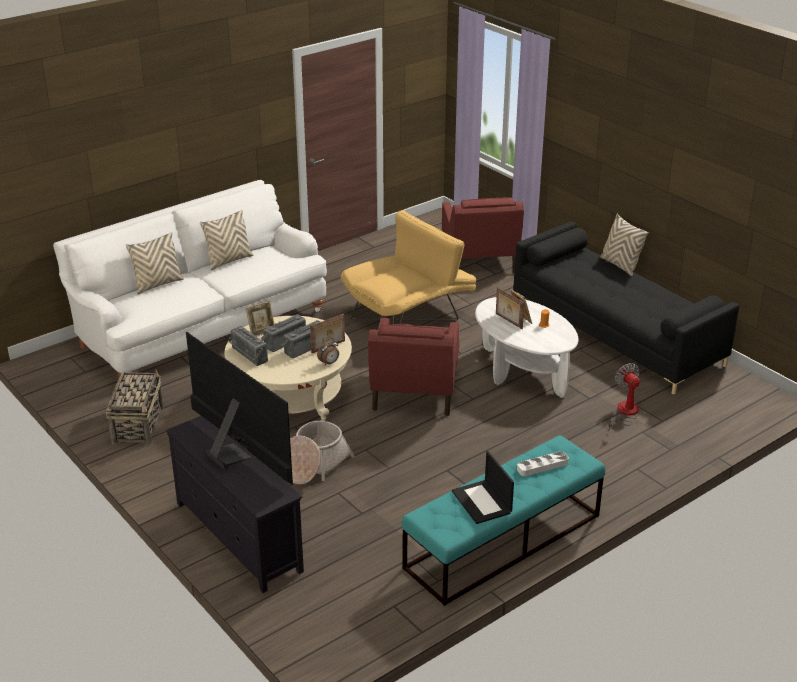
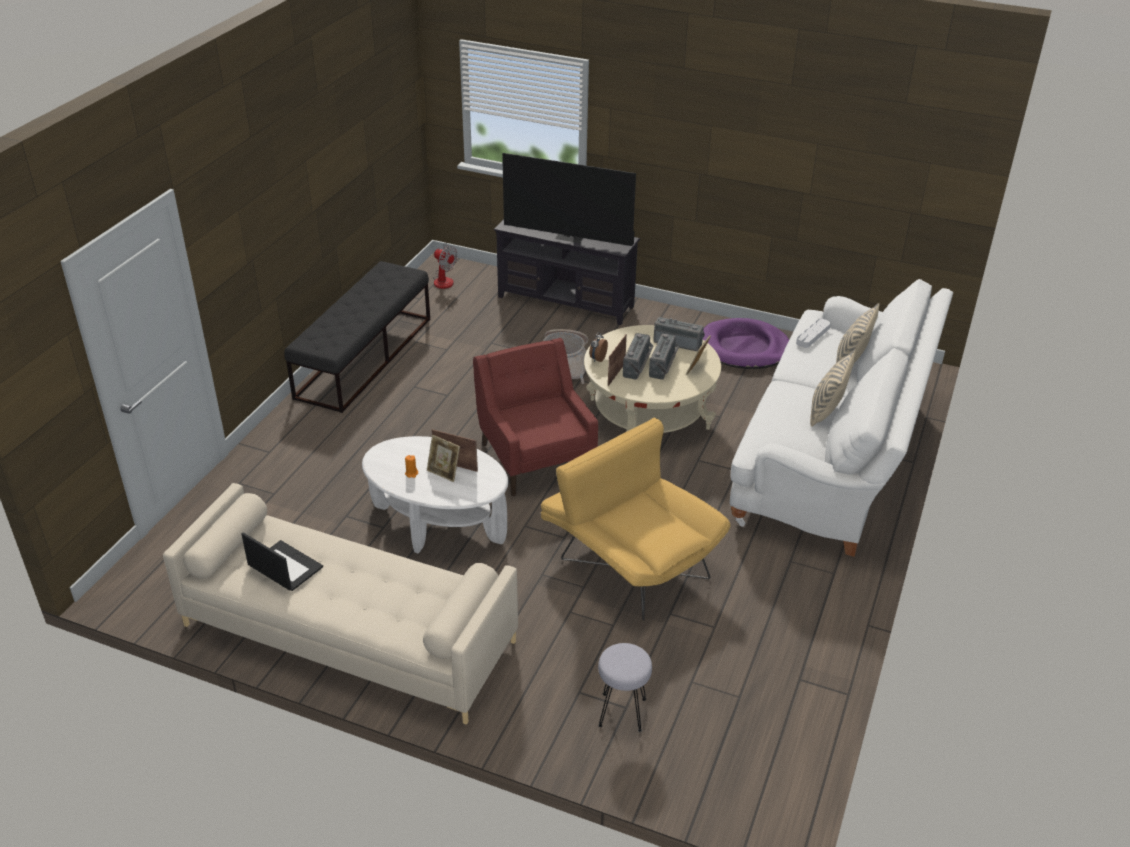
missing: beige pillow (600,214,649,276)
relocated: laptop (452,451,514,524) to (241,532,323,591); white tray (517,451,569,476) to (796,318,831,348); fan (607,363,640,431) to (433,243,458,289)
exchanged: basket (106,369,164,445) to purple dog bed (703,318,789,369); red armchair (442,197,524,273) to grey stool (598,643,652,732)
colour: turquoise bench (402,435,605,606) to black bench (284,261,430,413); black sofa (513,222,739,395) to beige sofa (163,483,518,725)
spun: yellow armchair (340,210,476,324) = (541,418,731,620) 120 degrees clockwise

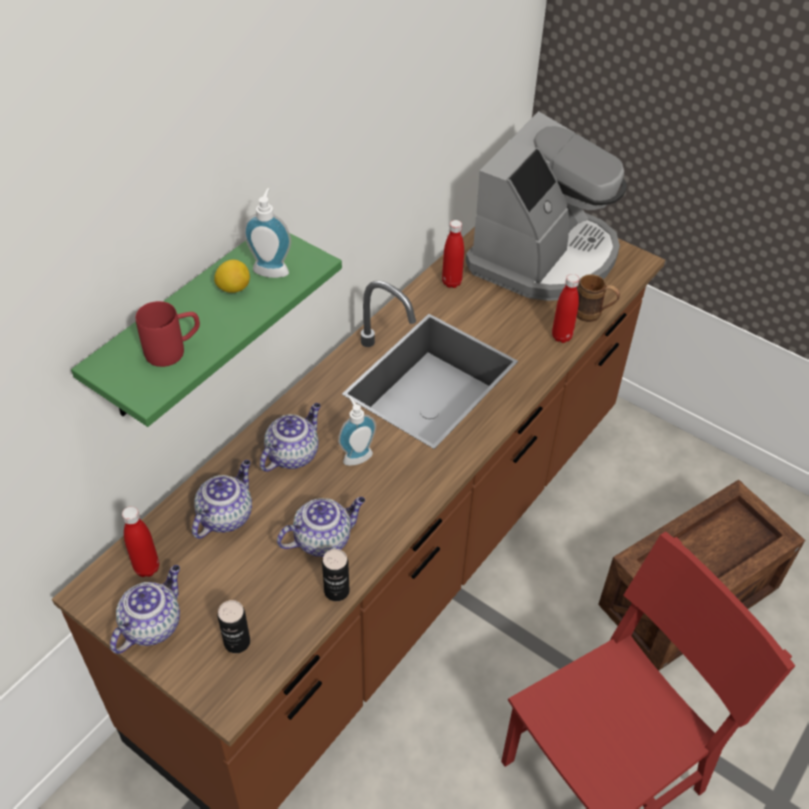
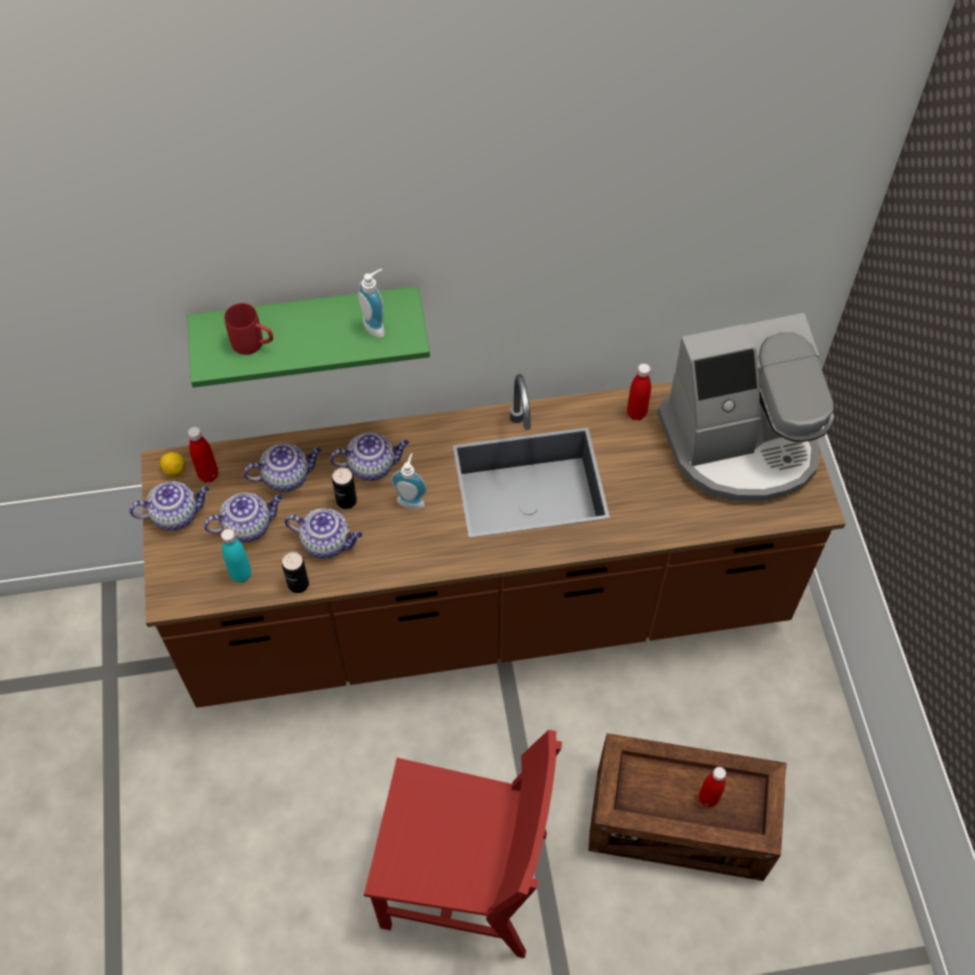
missing: brown mug (577,274,620,322)
appeared: teapot (204,492,283,542); turquoise bottle (221,529,251,583)
relocated: lemon (214,260,250,293) to (160,452,185,477); can (218,600,250,653) to (332,467,357,509); red bottle (552,274,579,343) to (699,767,726,808)

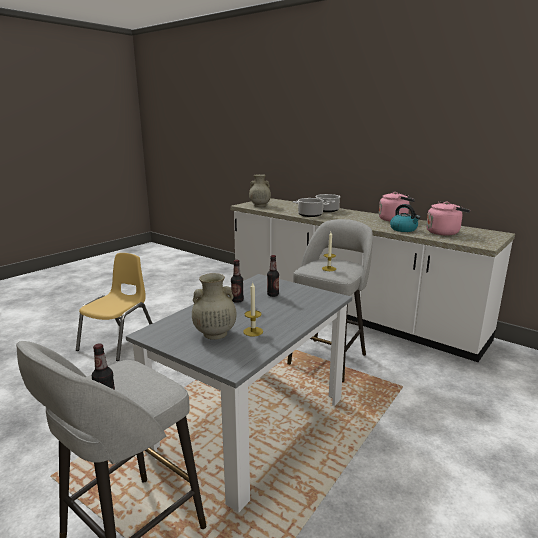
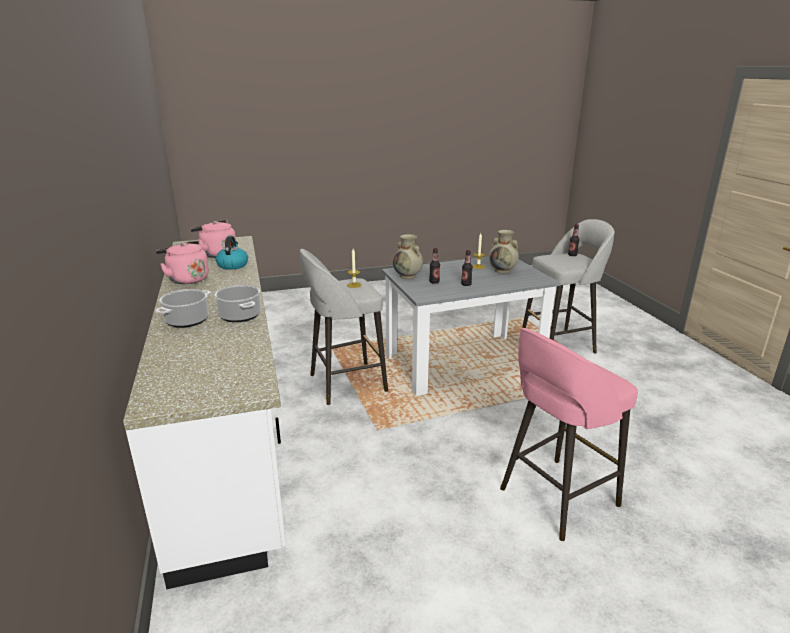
relocated: beige vase (249,174,271,207) to (393,234,423,279)
exchanged: yellow chair (76,253,153,361) to pink stool (500,328,638,541)

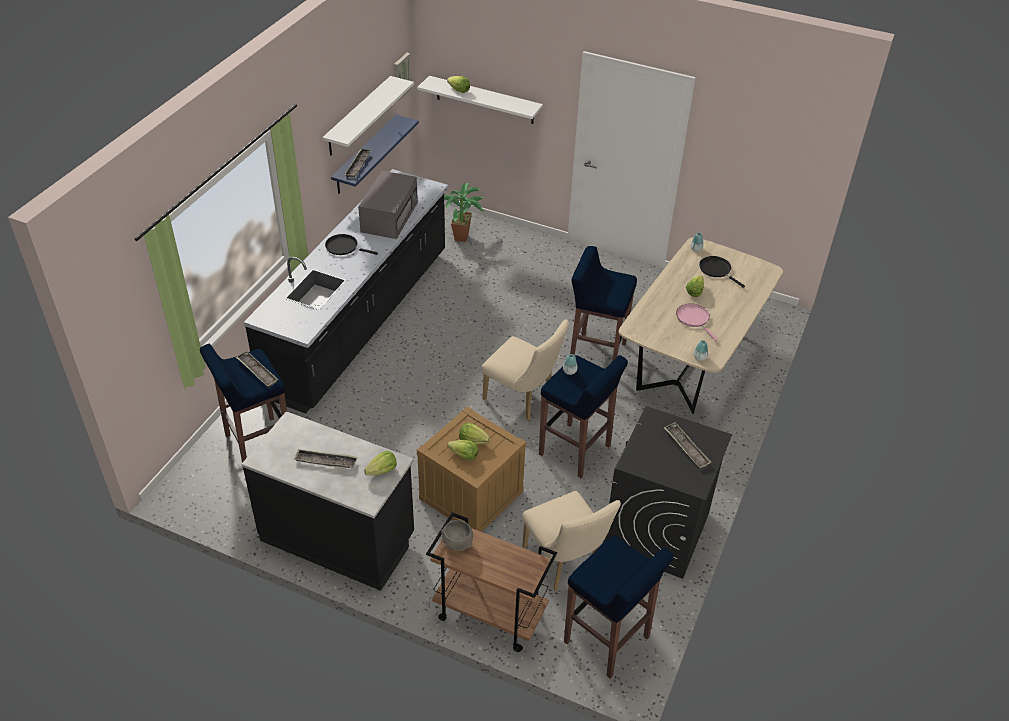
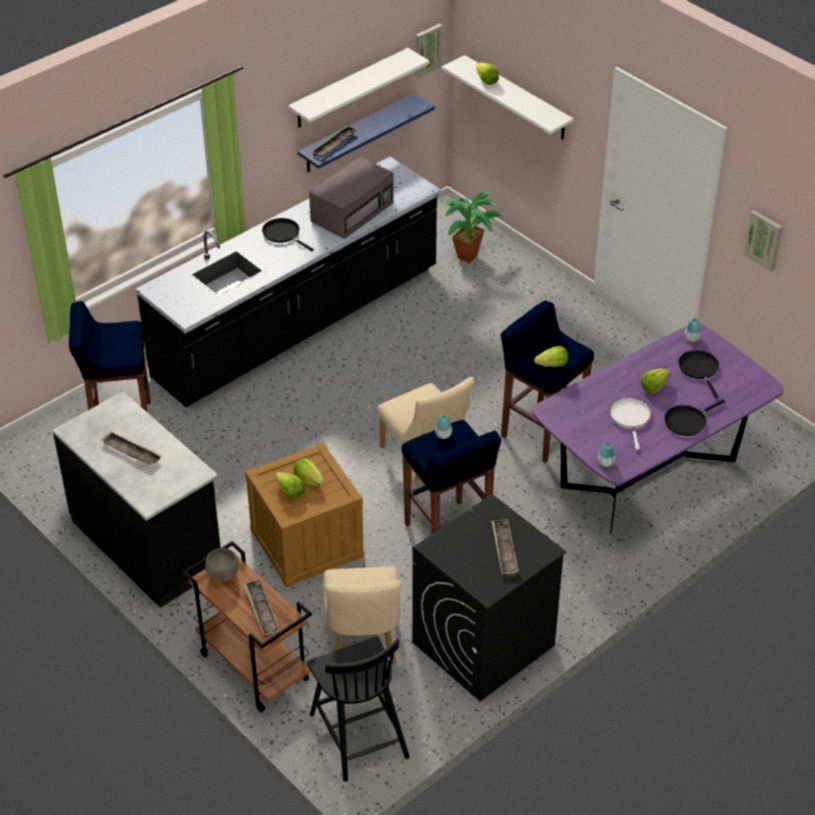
appeared: black frying pan (664,399,725,436); picture (743,210,783,271)
relocated: tray (236,350,278,388) to (244,579,280,637); lettuce (364,451,397,475) to (534,346,568,367)
exchanged: blue stool (564,536,674,679) to black chair (307,637,410,782)
colour: beige dining table (619,238,783,414) to purple dining table (532,324,784,533); pink frying pan (676,303,718,341) to white frying pan (609,398,651,450)

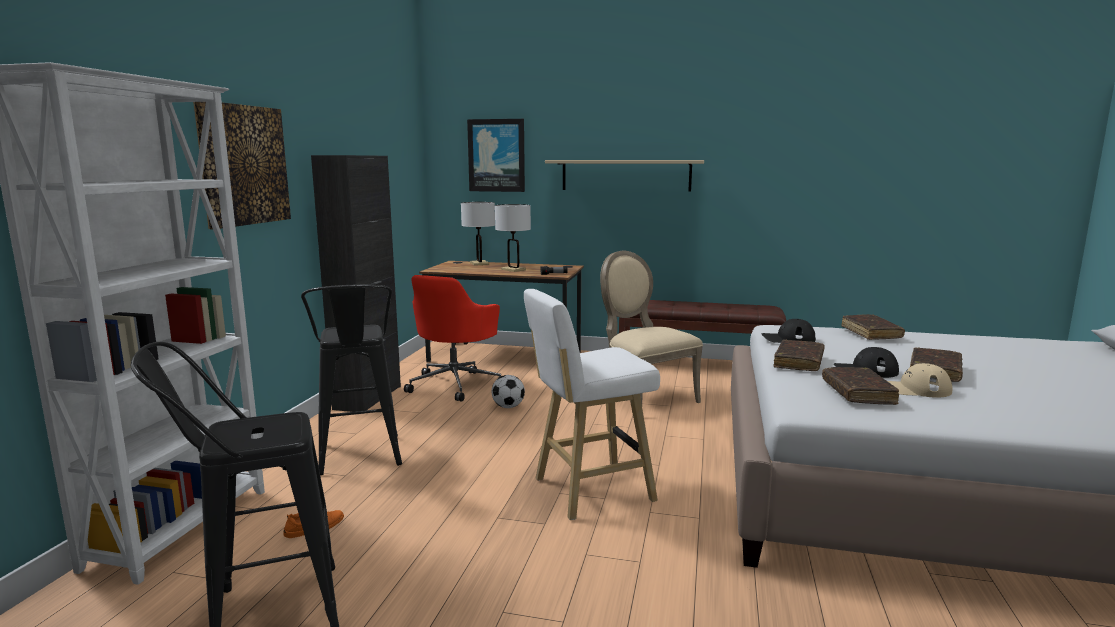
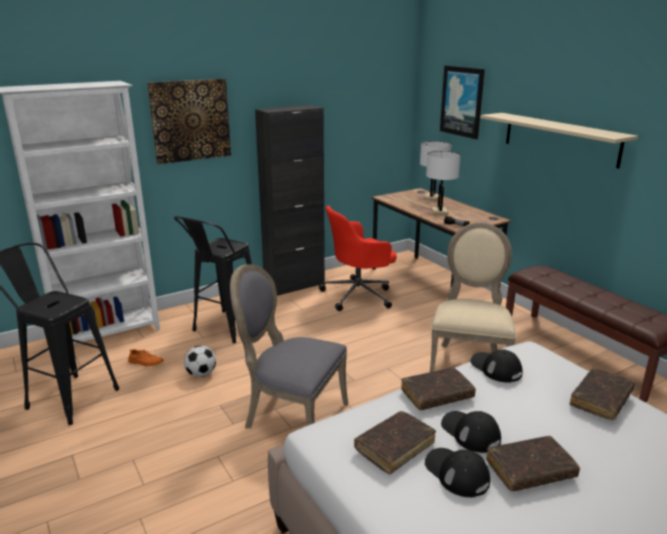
relocated: football (491,375,525,408) to (184,345,216,377)
exchanged: white stool (524,289,660,520) to grey chair (230,264,348,429)
colour: beige cap (888,363,953,398) to black cap (425,448,490,497)

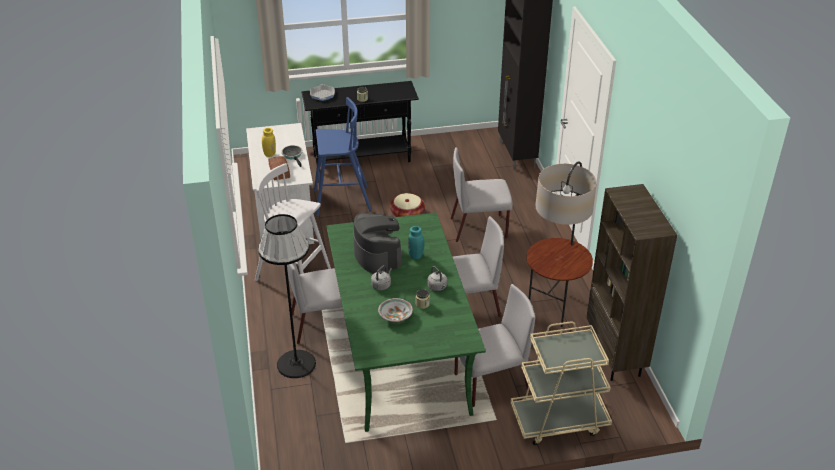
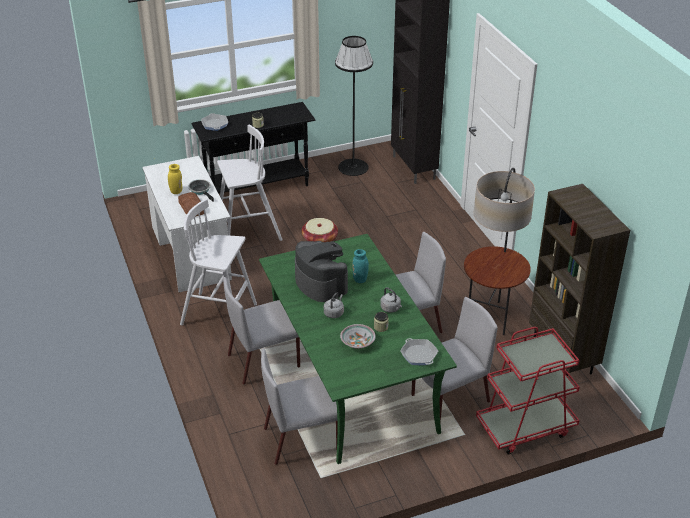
appeared: frying pan (400,338,438,365)
relocated: black floor lamp (258,214,316,378) to (335,36,373,176); grey chair (450,147,513,242) to (261,349,338,465)
colour: blue stool (314,97,372,216) to white stool (217,125,283,241); beige cart (510,321,612,445) to red cart (476,327,580,455)

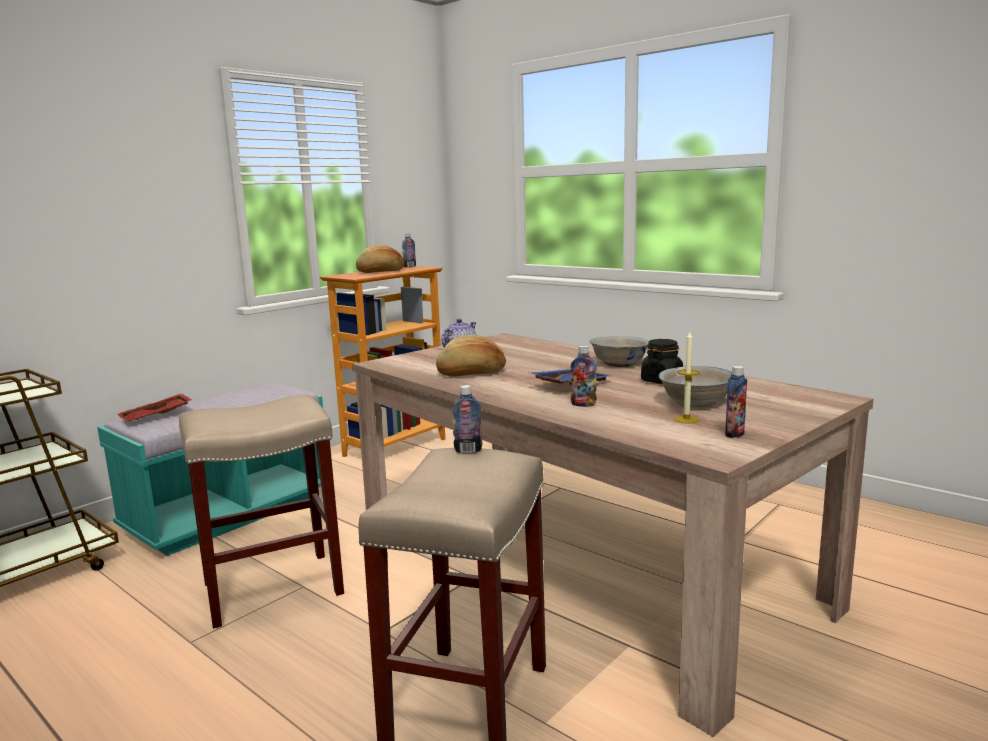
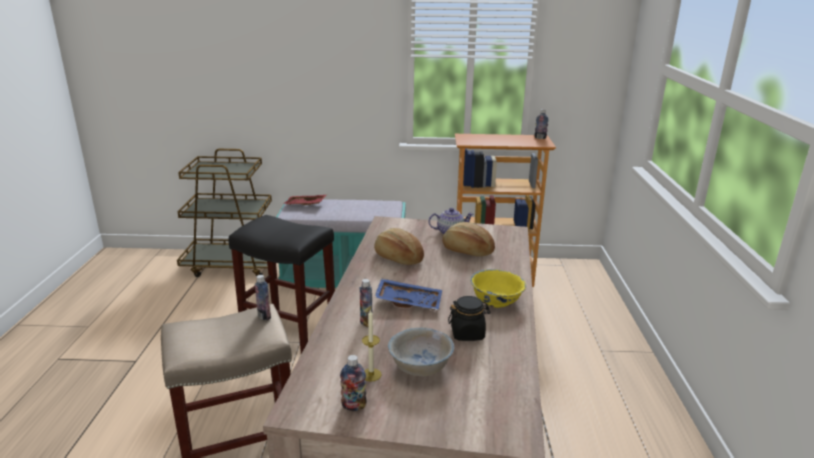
relocated: bread (356,245,404,273) to (442,222,495,256)
colour: beige stool (179,395,344,628) to black stool (229,215,335,354); white bowl (589,336,649,367) to yellow bowl (470,269,526,308)

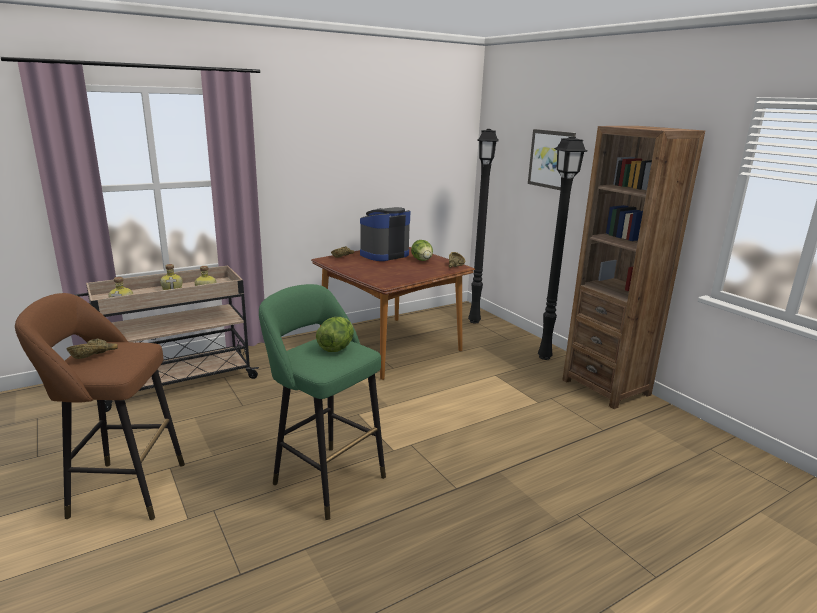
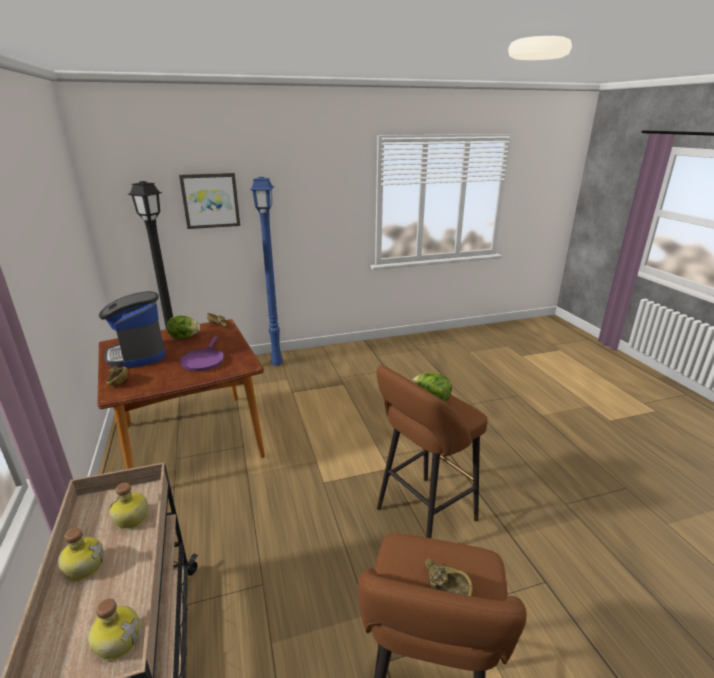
missing: brown bookcase (562,126,705,409)
appeared: purple frying pan (180,336,224,371)
colour: green stool (259,284,386,520) to brown stool (376,365,488,538); black floor lamp (538,137,587,360) to blue floor lamp (250,177,283,366)

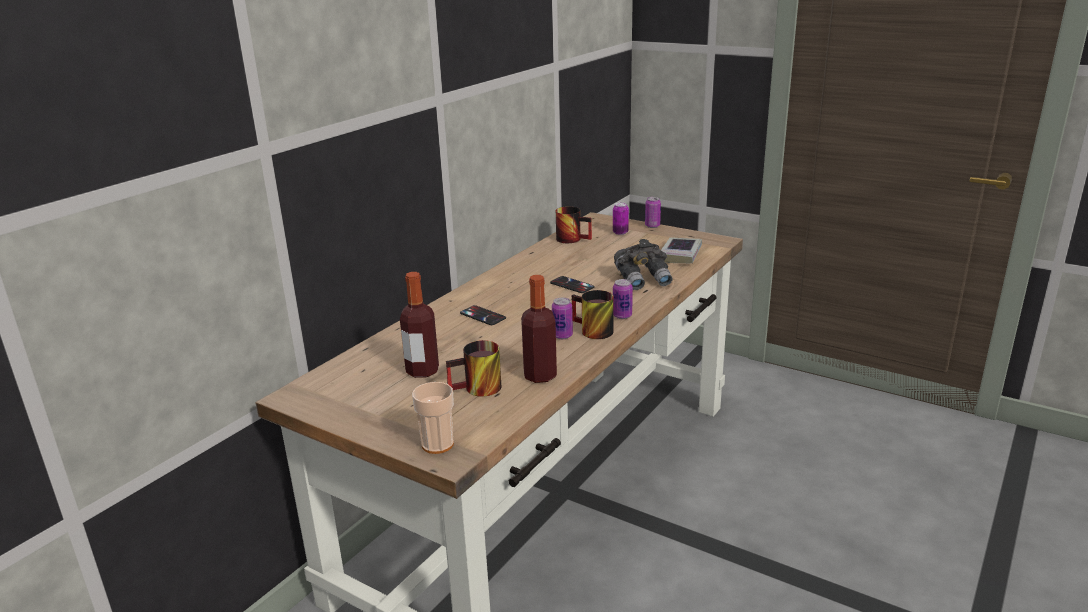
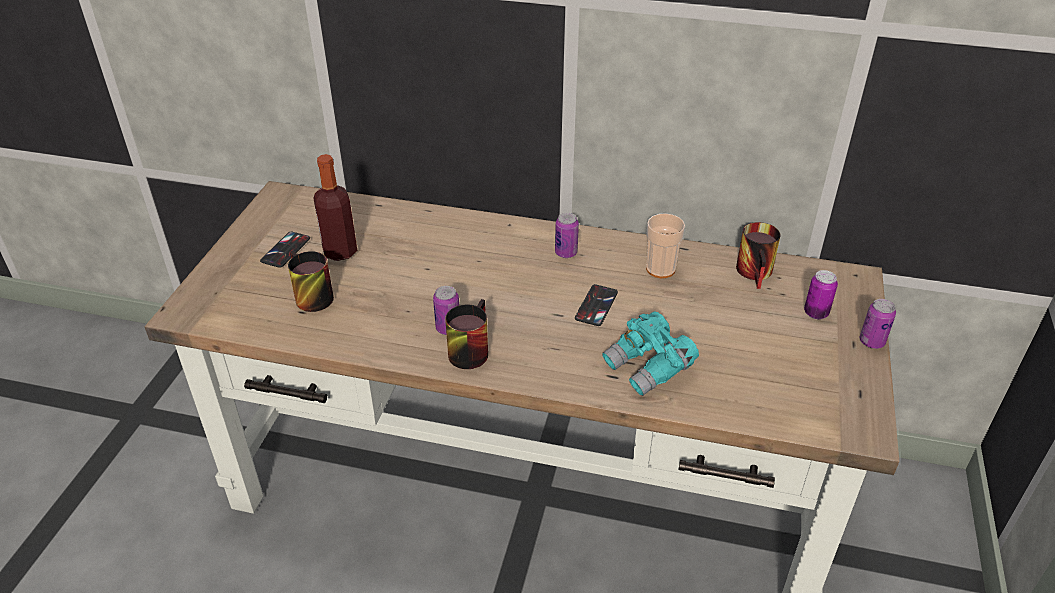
missing: bottle (521,275,557,383); book (661,237,702,263)
relocated: cup (412,382,454,454) to (646,213,685,278); phone (460,305,506,325) to (260,232,310,268); can (613,279,633,319) to (555,213,579,258)
colour: grey binoculars (614,239,672,290) to turquoise binoculars (602,311,699,396)

